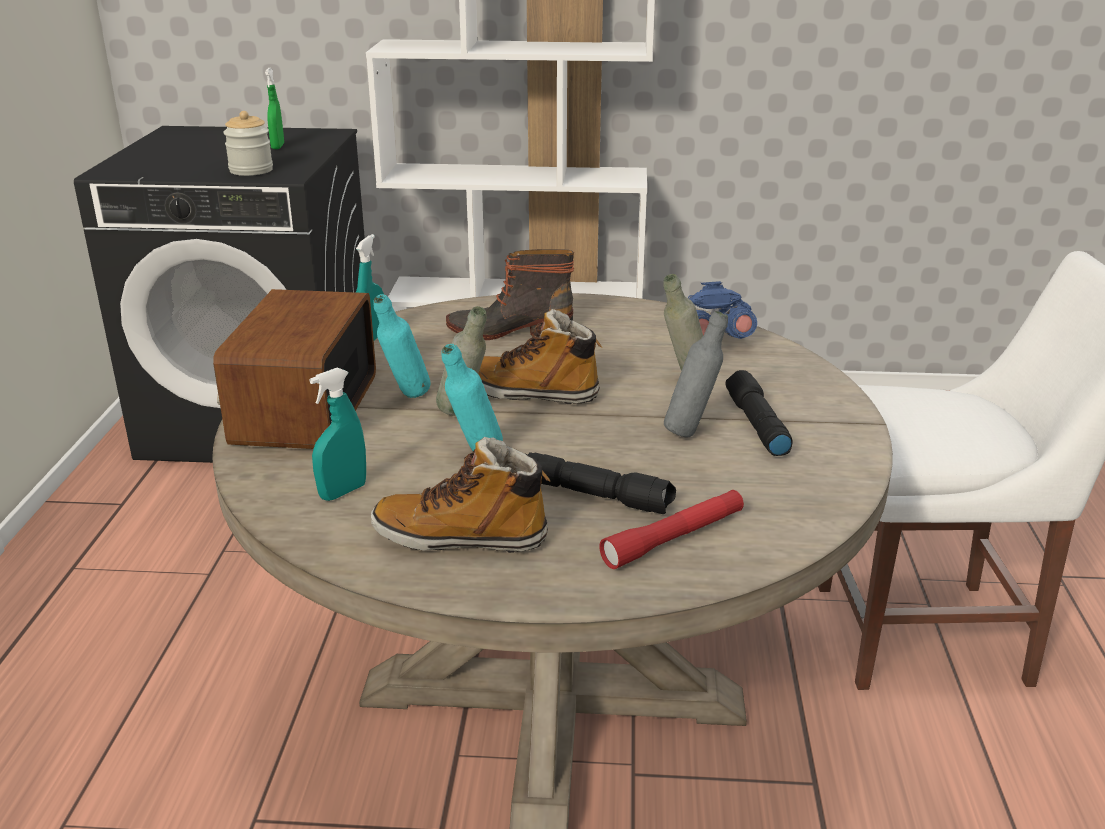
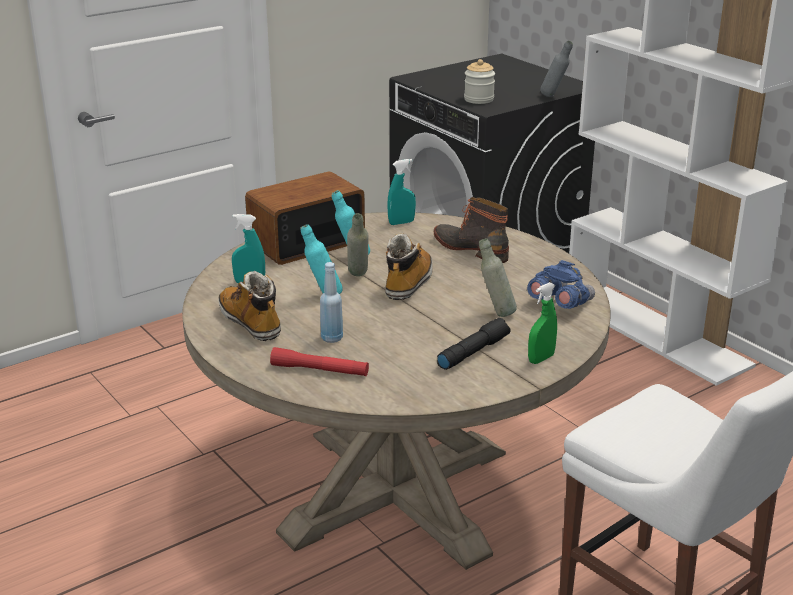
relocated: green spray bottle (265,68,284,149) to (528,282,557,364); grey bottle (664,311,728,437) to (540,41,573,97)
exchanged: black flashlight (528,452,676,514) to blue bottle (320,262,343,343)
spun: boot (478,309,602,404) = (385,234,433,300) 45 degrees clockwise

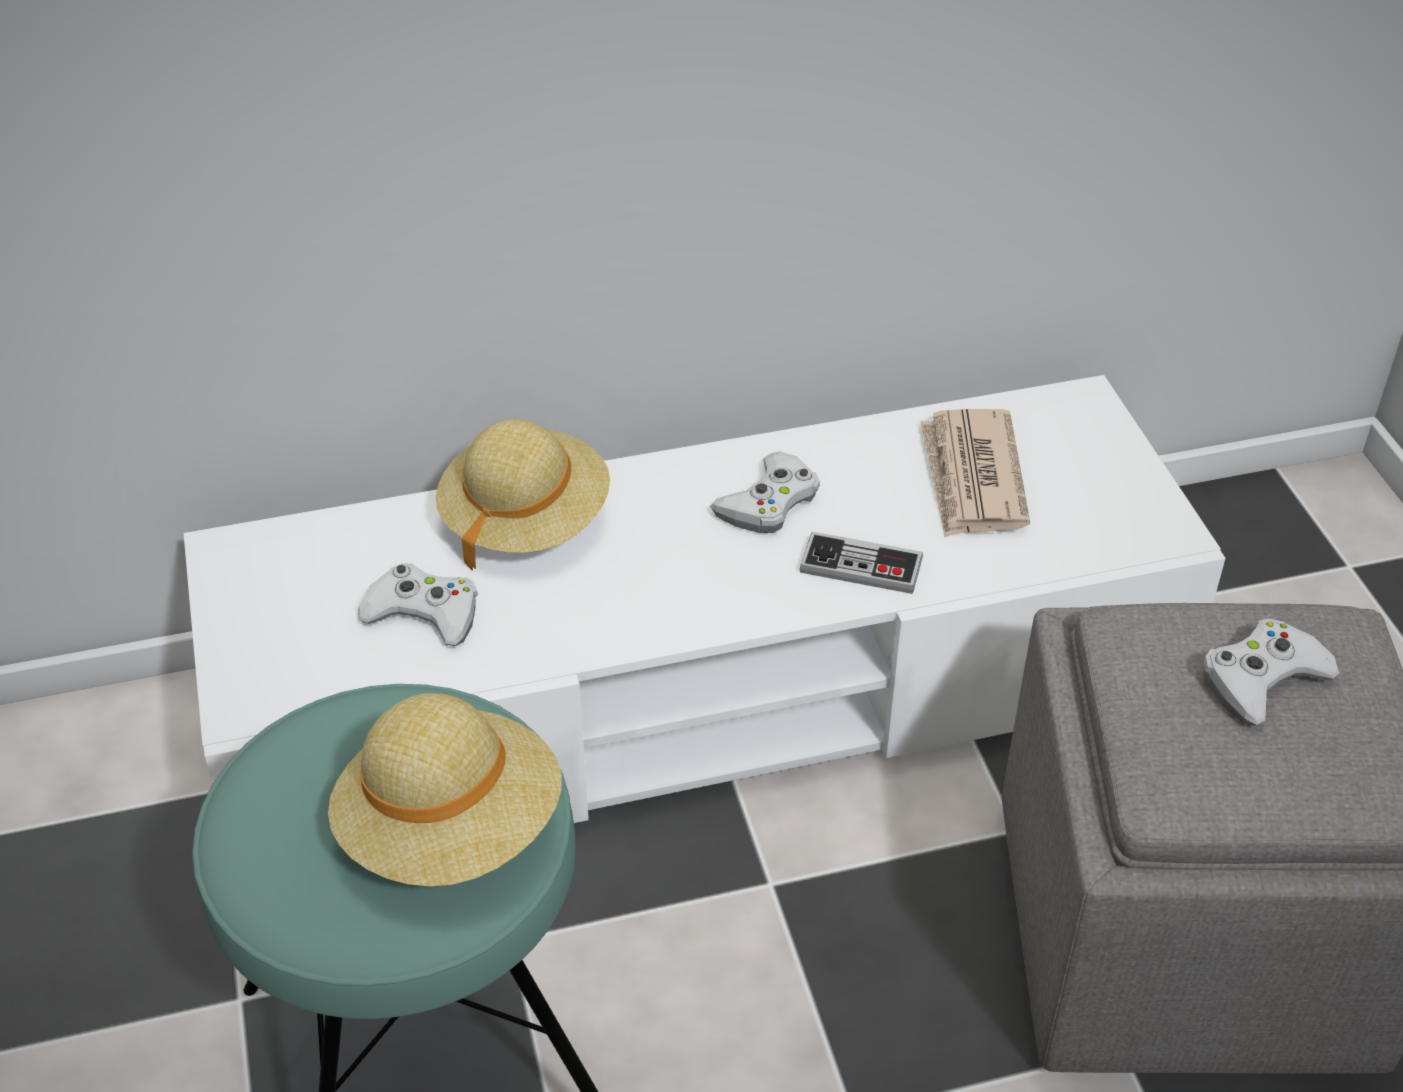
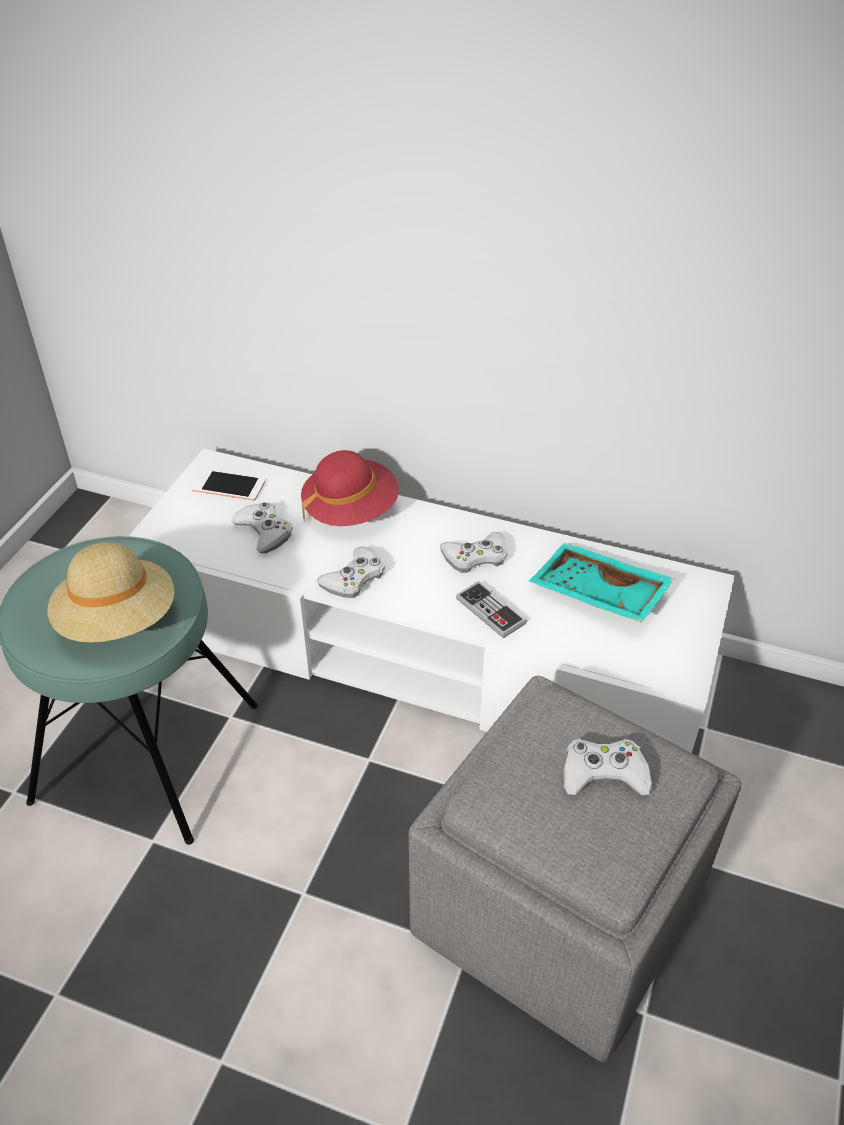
appeared: phone (192,469,265,501); white game controller (316,546,385,598)
exchanged: newspaper (920,409,1030,538) to turquoise tray (529,543,675,622)
colour: beige hat (436,419,610,571) to red hat (301,450,399,526)

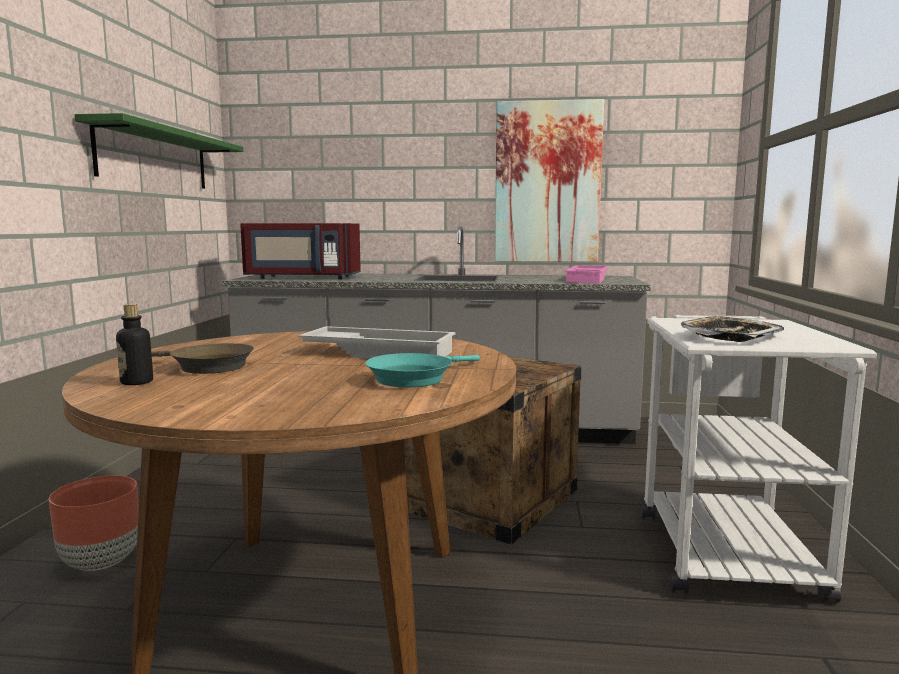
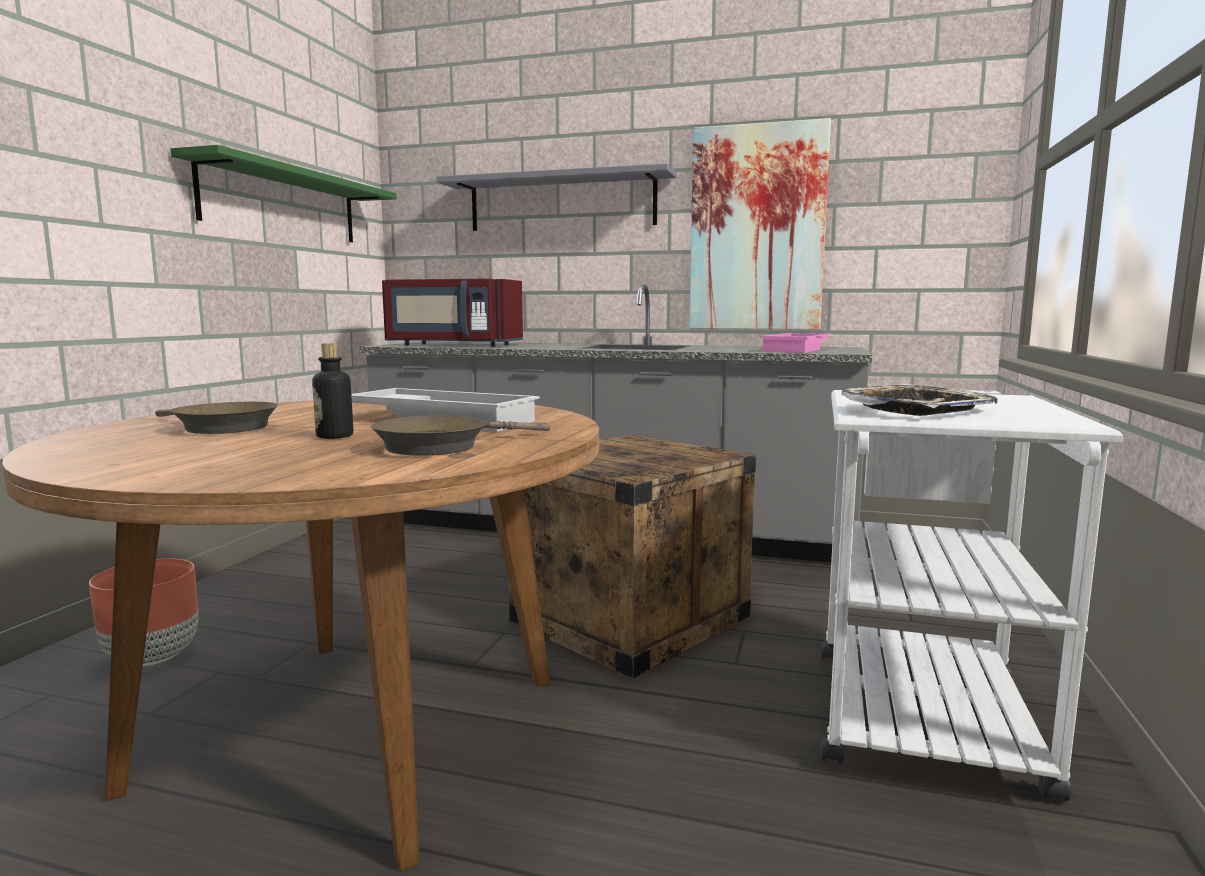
appeared: grey shelf (436,163,676,231)
relocated: bottle (116,304,153,385) to (312,343,353,439)
colour: turquoise frying pan (365,353,480,387) to brown frying pan (370,416,550,456)

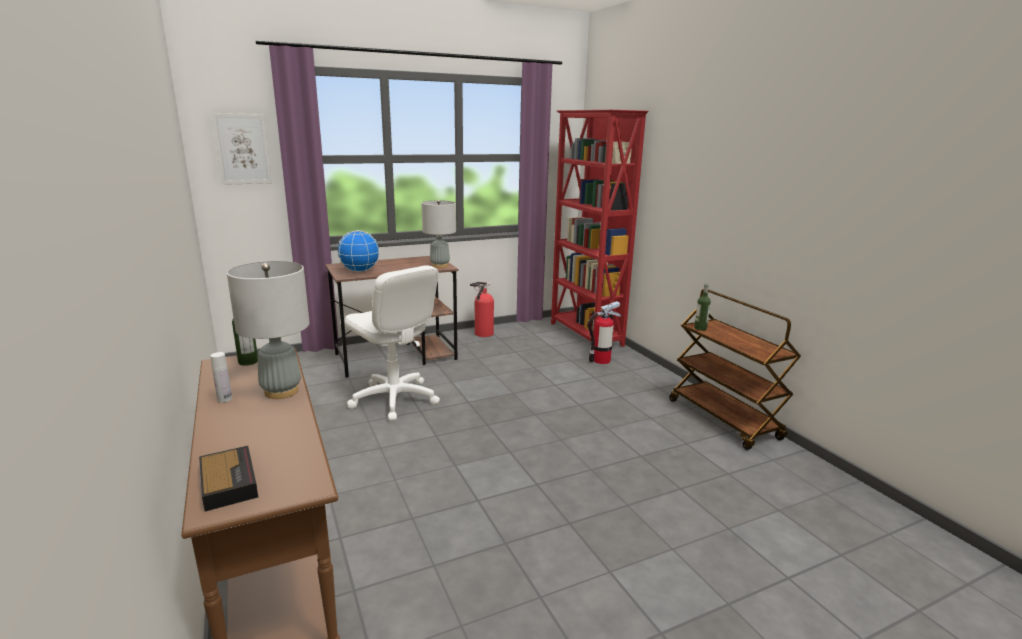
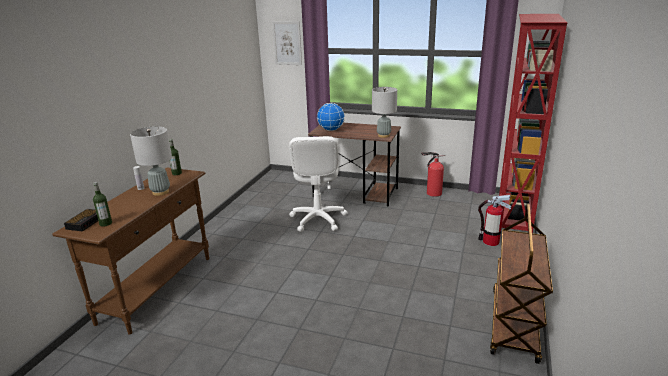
relocated: bottle (694,283,711,331) to (93,182,112,226)

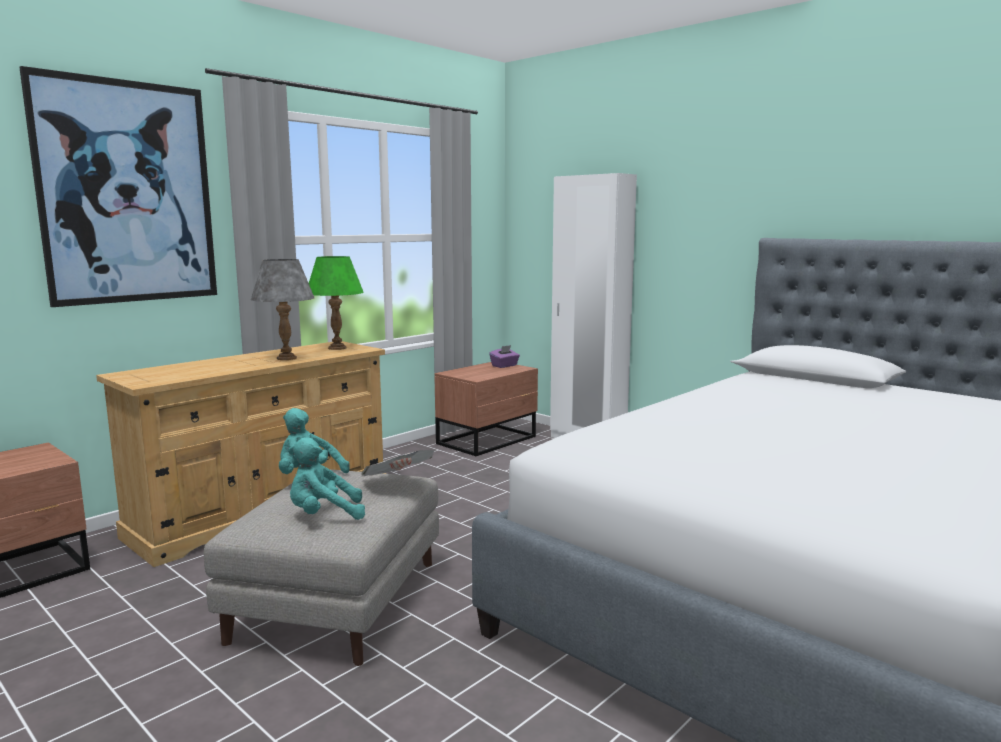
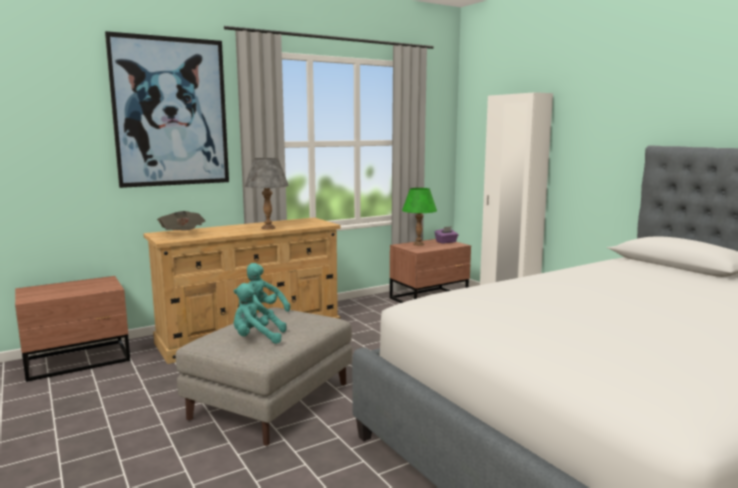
relocated: green table lamp (309,256,364,350) to (402,188,437,246); newspaper (361,450,434,476) to (157,211,205,231)

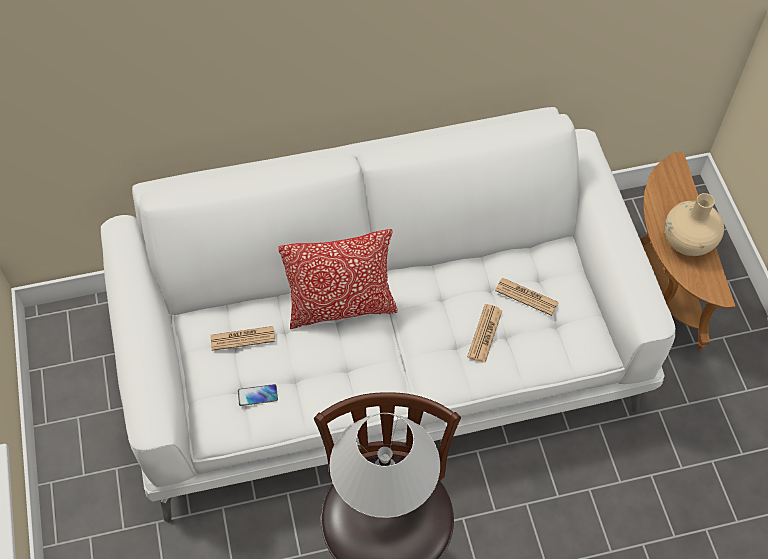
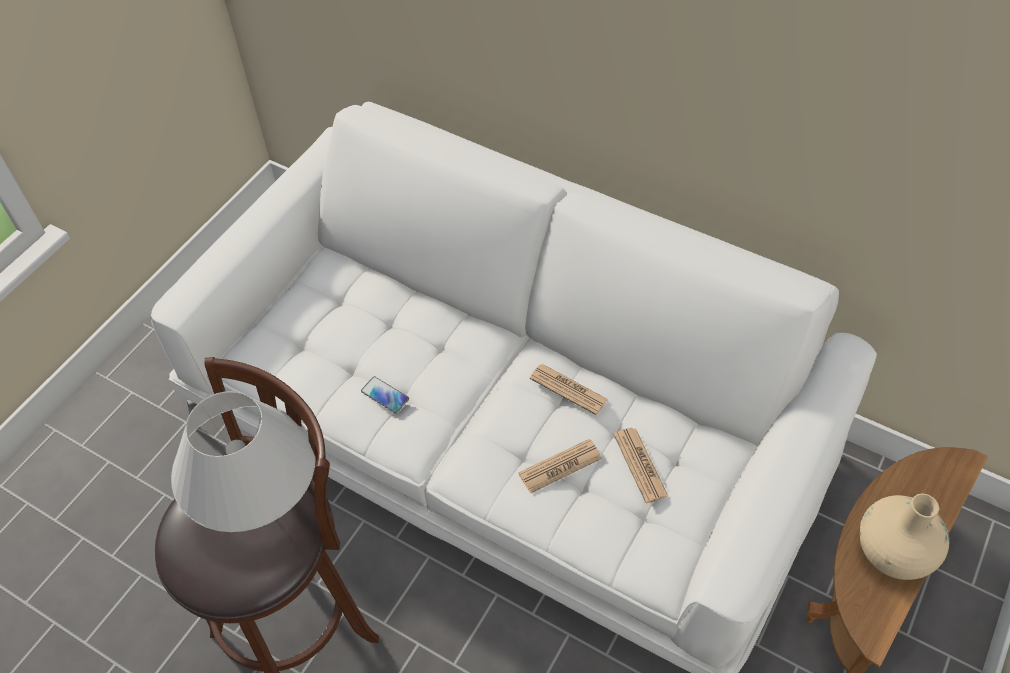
missing: pillow (278,229,397,329)
relocated: newspaper (210,326,275,351) to (530,364,608,415); phone (238,384,278,406) to (361,376,409,413)

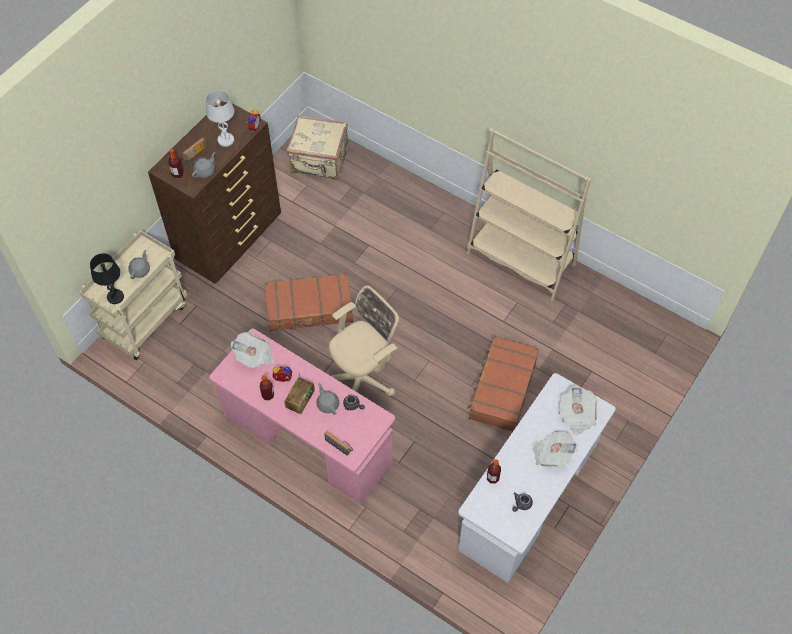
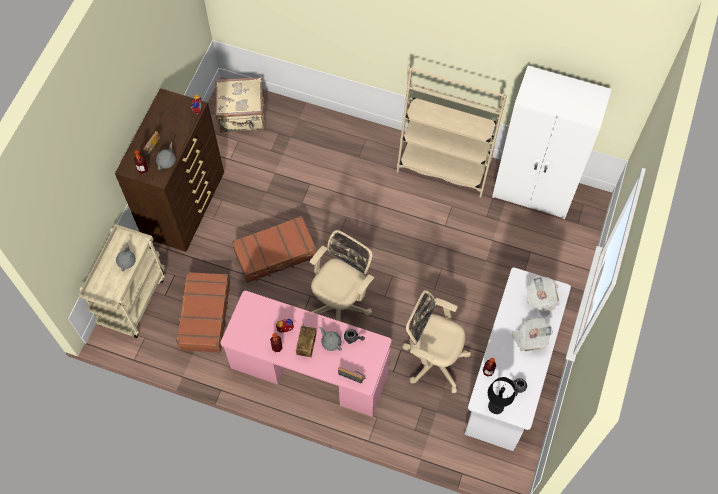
missing: white table lamp (206,90,234,147); newspaper (231,332,274,368)
appeared: beige office chair (402,290,471,393); white wardrobe (492,66,612,219)
relocated: black table lamp (90,253,124,304) to (488,377,515,414); brown suitcase (467,336,539,432) to (176,272,230,353)

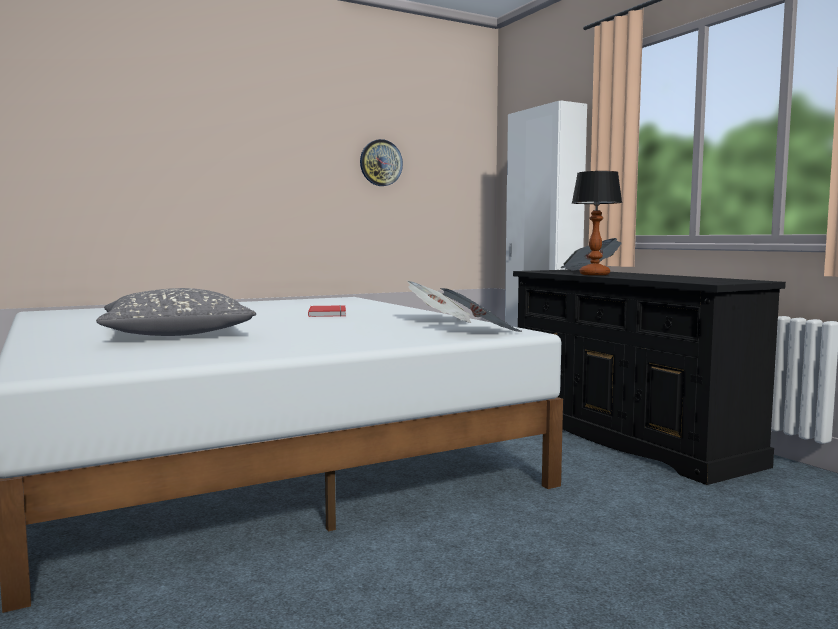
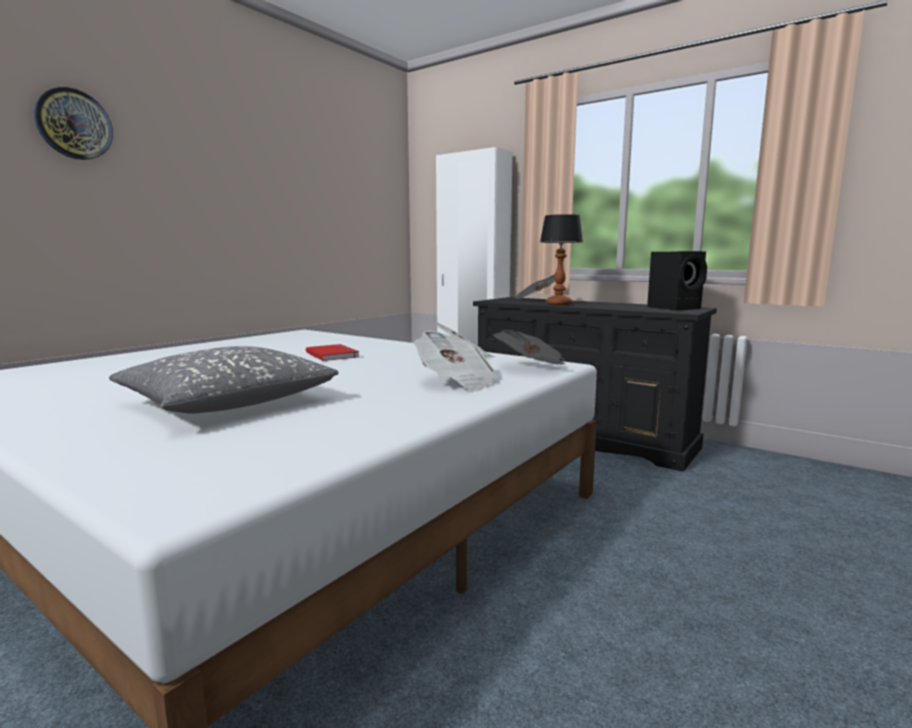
appeared: newspaper (414,331,498,392); black speaker (647,251,707,310)
relocated: wall clock (360,139,403,186) to (34,87,113,160)

